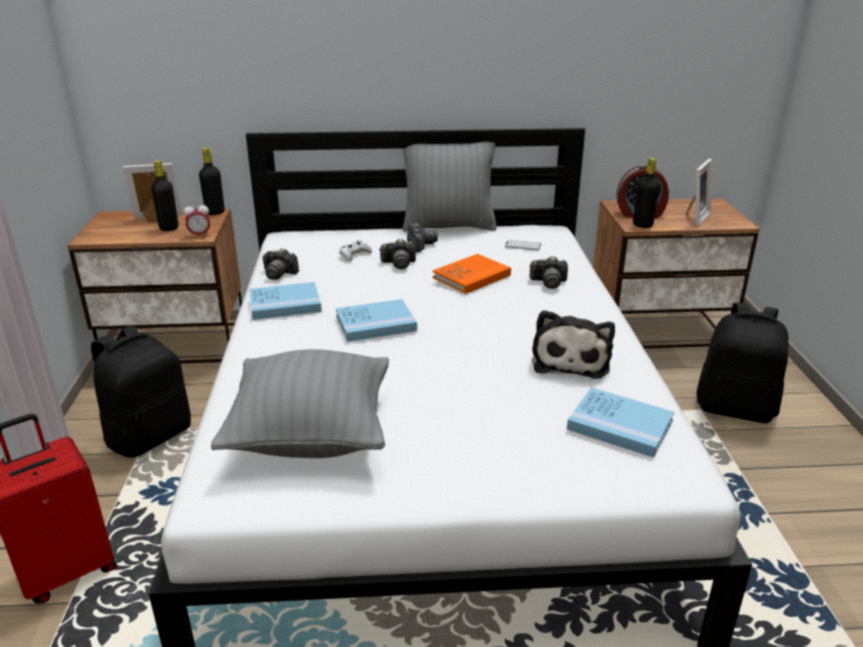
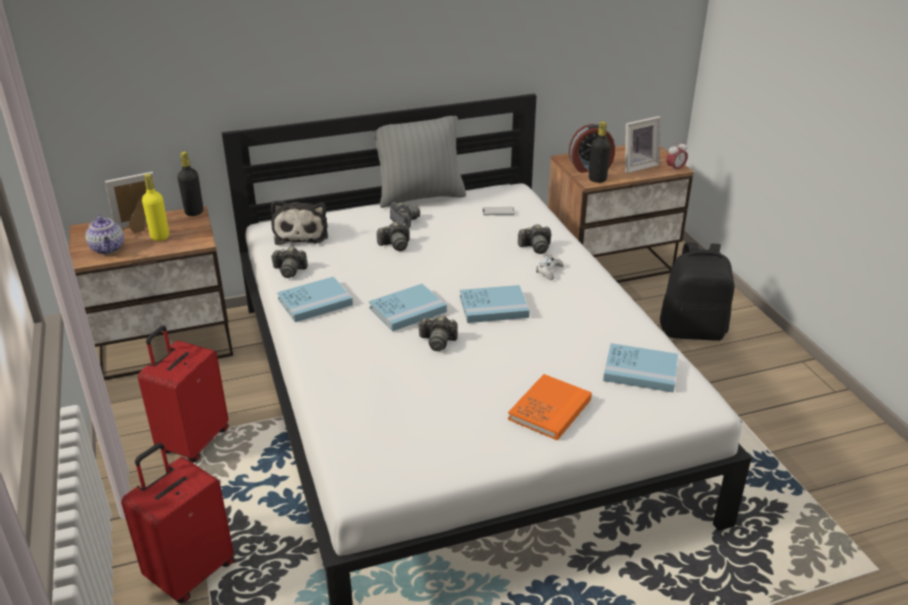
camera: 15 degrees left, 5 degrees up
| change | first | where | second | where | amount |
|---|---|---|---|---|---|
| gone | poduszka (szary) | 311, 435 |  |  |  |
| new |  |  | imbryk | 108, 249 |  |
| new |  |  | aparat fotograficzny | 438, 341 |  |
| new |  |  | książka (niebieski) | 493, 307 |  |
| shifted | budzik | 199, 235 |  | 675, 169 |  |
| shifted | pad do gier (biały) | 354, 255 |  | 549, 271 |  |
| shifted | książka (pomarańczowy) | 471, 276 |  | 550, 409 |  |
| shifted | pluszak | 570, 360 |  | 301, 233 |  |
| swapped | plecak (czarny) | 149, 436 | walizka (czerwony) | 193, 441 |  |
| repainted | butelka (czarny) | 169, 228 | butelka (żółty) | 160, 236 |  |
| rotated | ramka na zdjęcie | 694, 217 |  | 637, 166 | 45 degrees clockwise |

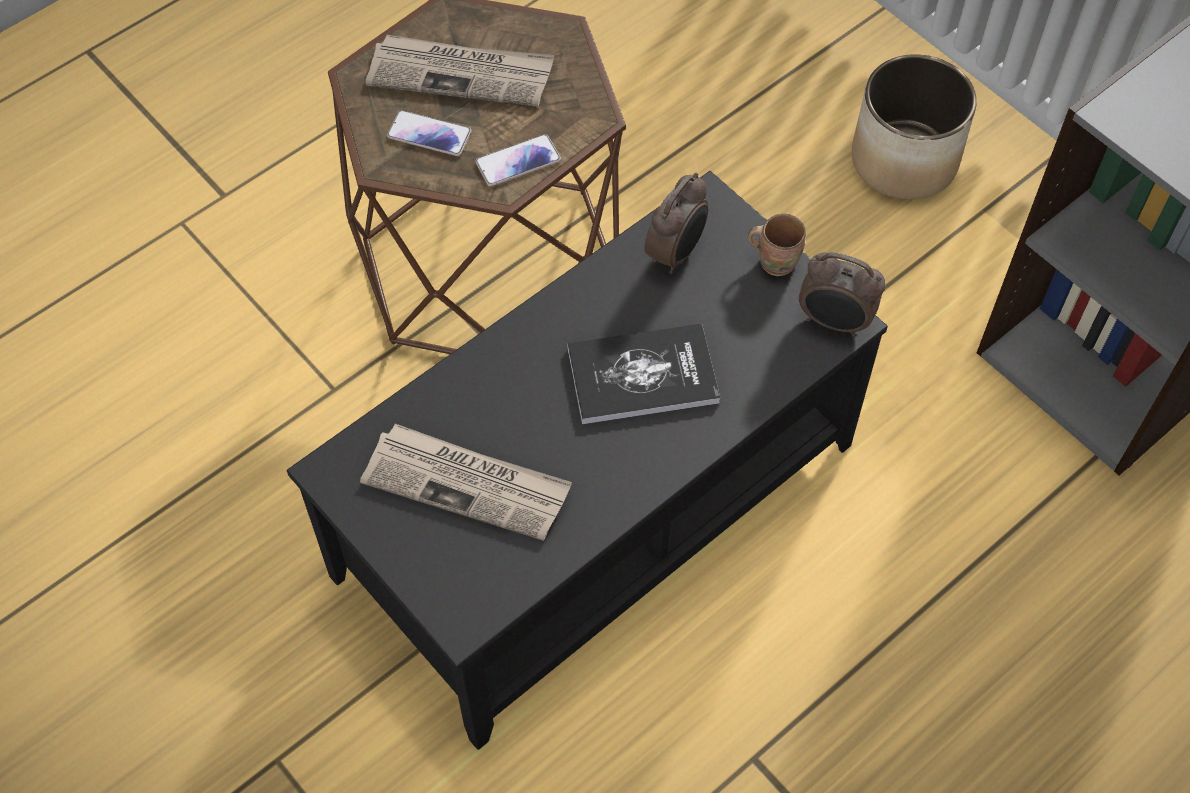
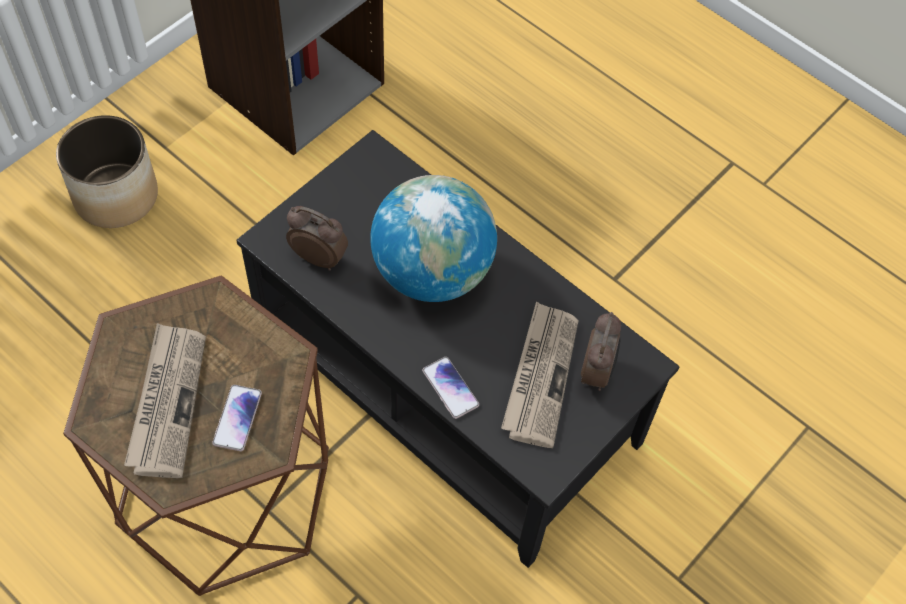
camera: 100 degrees left, 0 degrees up
| change | first | where | second | where | amount |
|---|---|---|---|---|---|
| gone | kubek (brązowy) | 776, 259 |  |  |  |
| shifted | telefon | 518, 161 |  | 450, 388 |  |
| shifted | budzik | 834, 322 |  | 596, 371 |  |
| swapped | książka | 642, 375 | globus | 432, 272 |  |

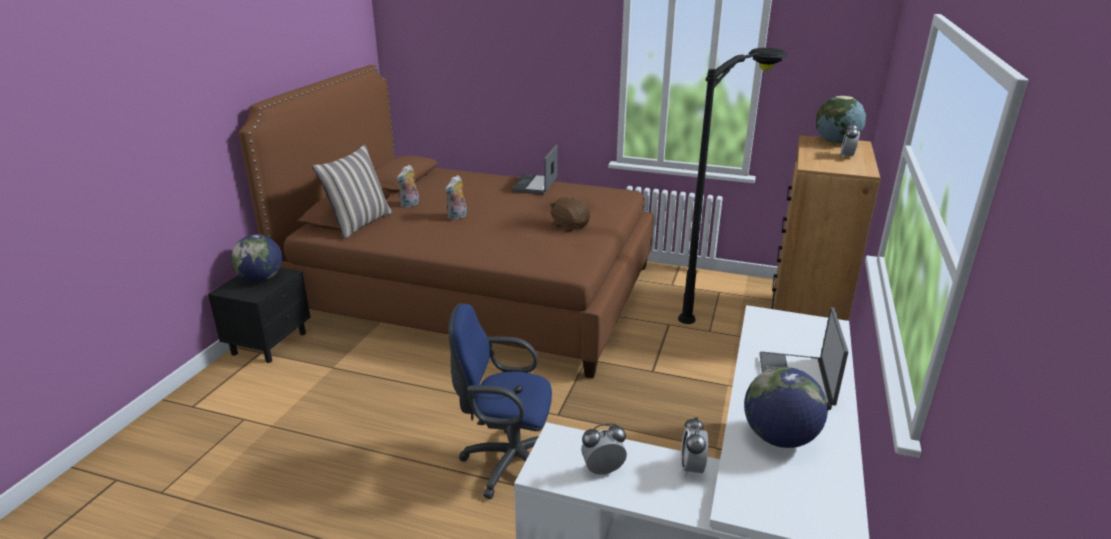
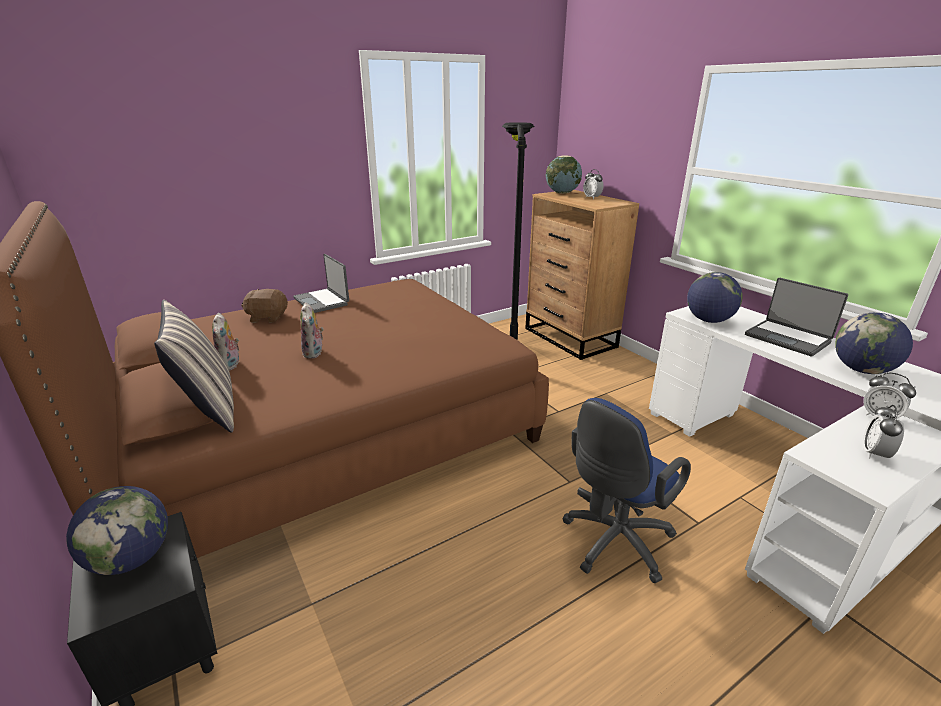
camera: 50 degrees left, 0 degrees up
| change | first | where | second | where | amount |
|---|---|---|---|---|---|
| new |  |  | globus | 709, 320 |  |
| shifted | pluszak (brązowy) | 569, 226 |  | 268, 318 |  |

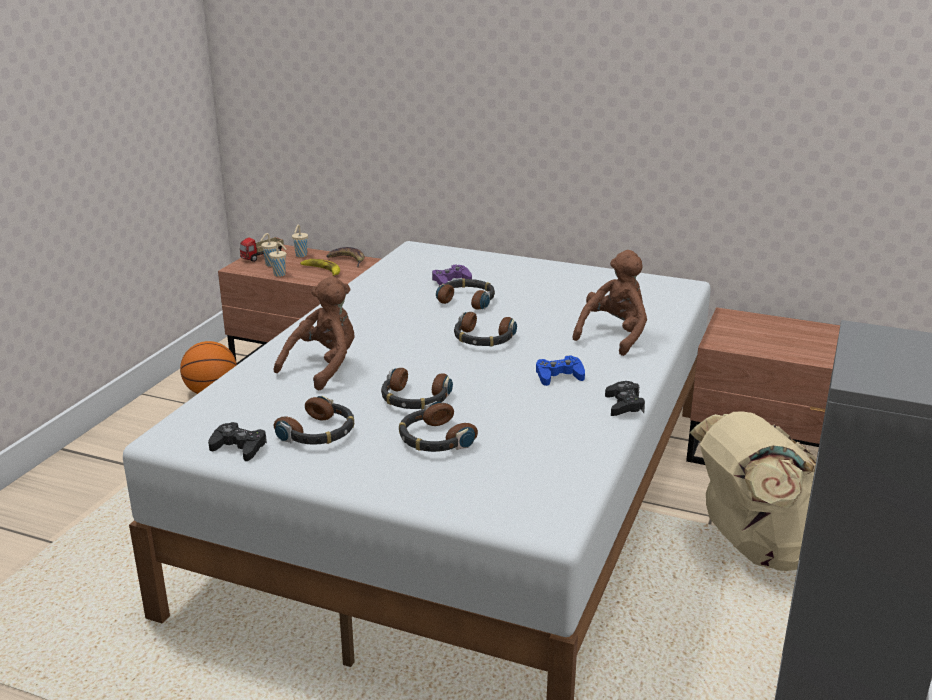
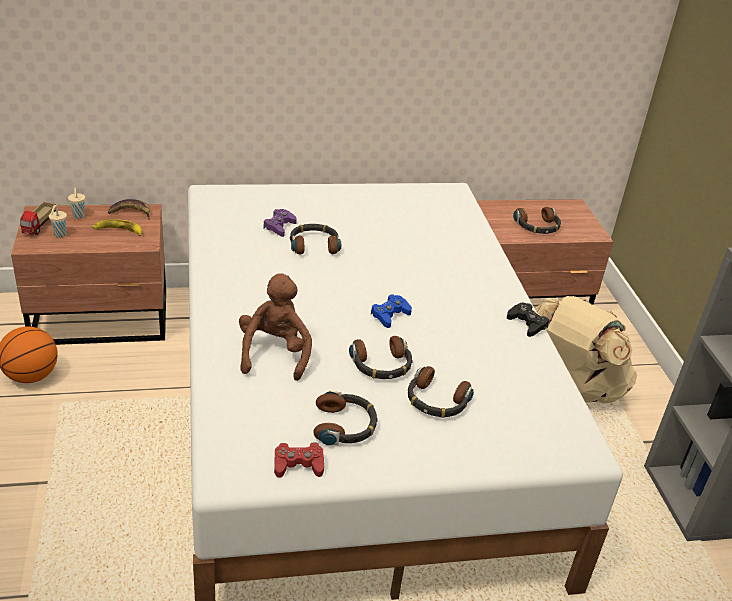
camera: 35 degrees left, 10 degrees up
| change | first | where | second | where | amount |
|---|---|---|---|---|---|
| gone | filiżanka (beżowy) | 280, 274 |  |  |  |
| gone | pluszak (brązowy) | 614, 335 |  |  |  |
| shifted | słuchawki | 483, 339 |  | 537, 226 |  |
| shifted | pad do gier (niebieski) | 559, 376 |  | 390, 315 |  |
| repainted | pad do gier (czarny) | 239, 447 | pad do gier (czerwony) | 298, 465 |  |

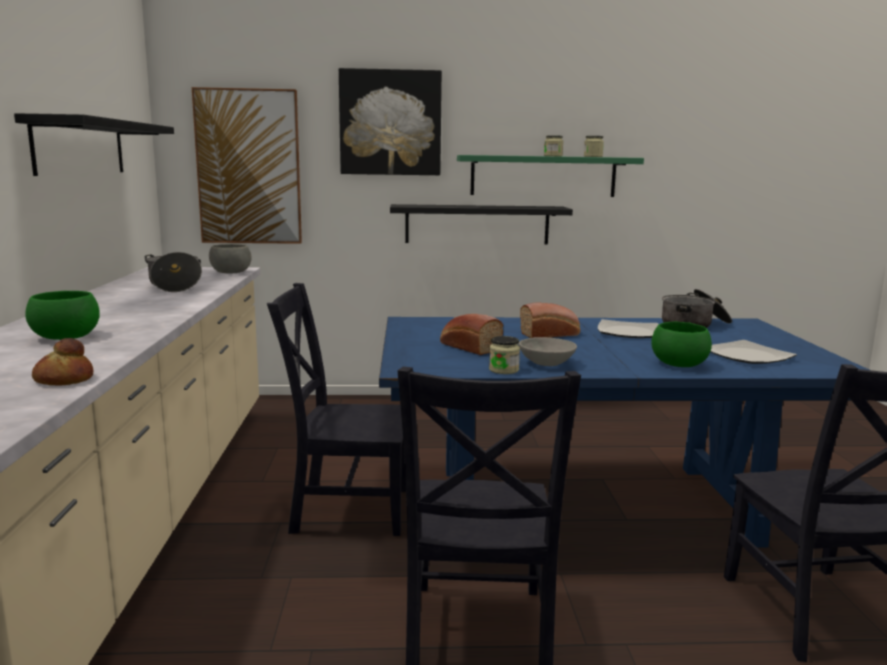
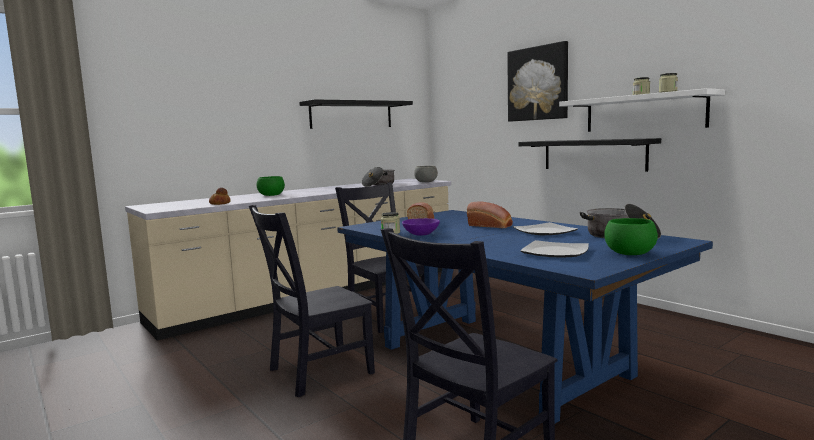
camera: 55 degrees right, 5 degrees down
| change | first | where | second | where | amount |
|---|---|---|---|---|---|
| gone | obraz | 249, 167 |  |  |  |
| shifted | miska (zielony) | 679, 364 |  | 630, 253 |  |
| repainted | półka (zielony) | 543, 176 | półka (biały) | 643, 113 |  |
| repainted | miska (szary) | 546, 363 | miska (fioletowy) | 421, 234 |  |

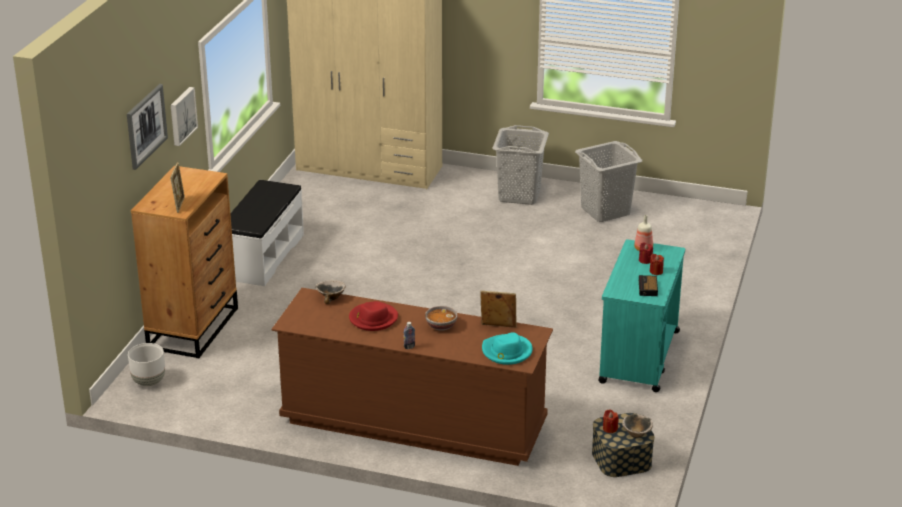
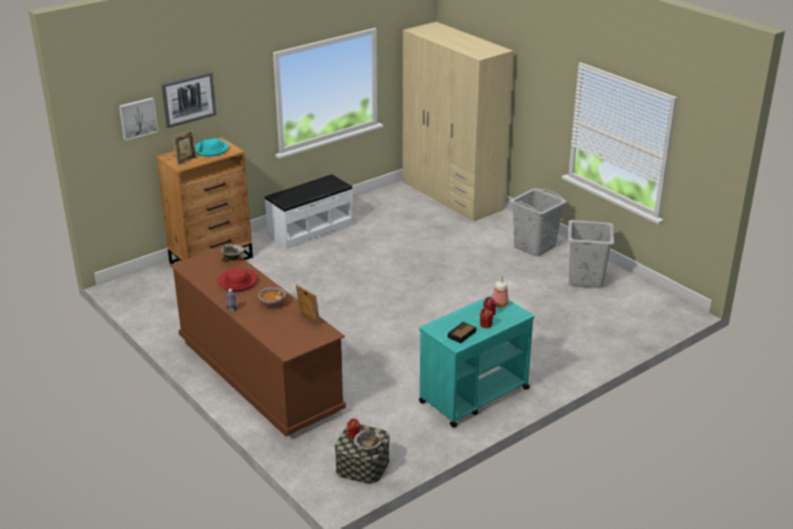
camera: 35 degrees right, 0 degrees up
| change | first | where | second | where | amount |
|---|---|---|---|---|---|
| gone | donica (biały) | 148, 382 |  |  |  |
| shifted | obraz | 182, 116 |  | 137, 118 |  |
| shifted | kapelusz (turkusowy) | 506, 352 |  | 210, 150 |  |

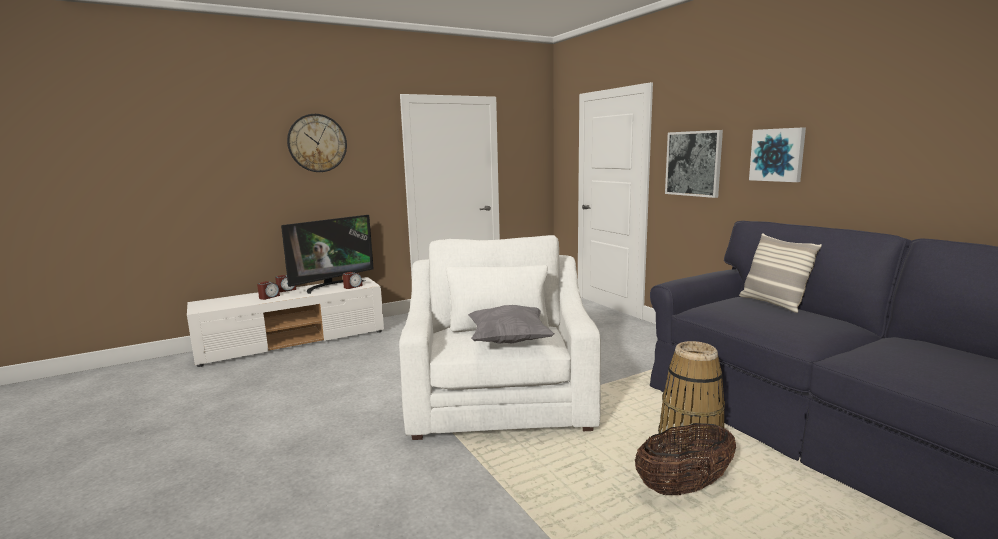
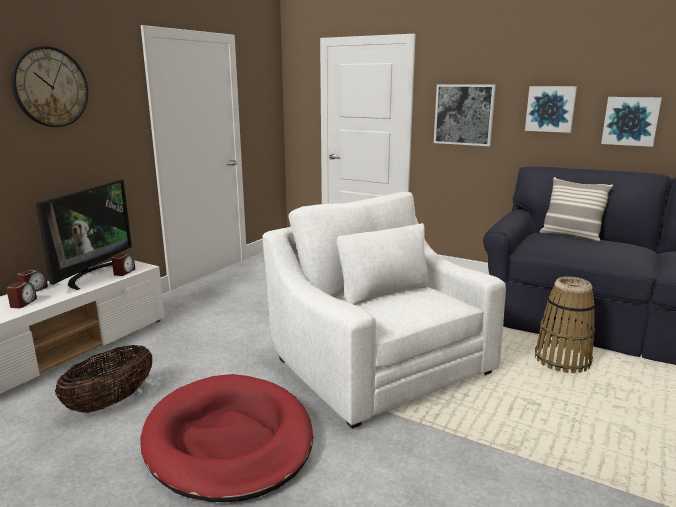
camera: 30 degrees left, 5 degrees up
| change | first | where | second | where | amount |
|---|---|---|---|---|---|
| gone | poduszka (szary) | 509, 341 |  |  |  |
| new |  |  | legowisko (czerwony) | 229, 441 |  |
| new |  |  | obraz | 630, 121 |  |
| shifted | koszyk | 684, 487 |  | 111, 402 |  |

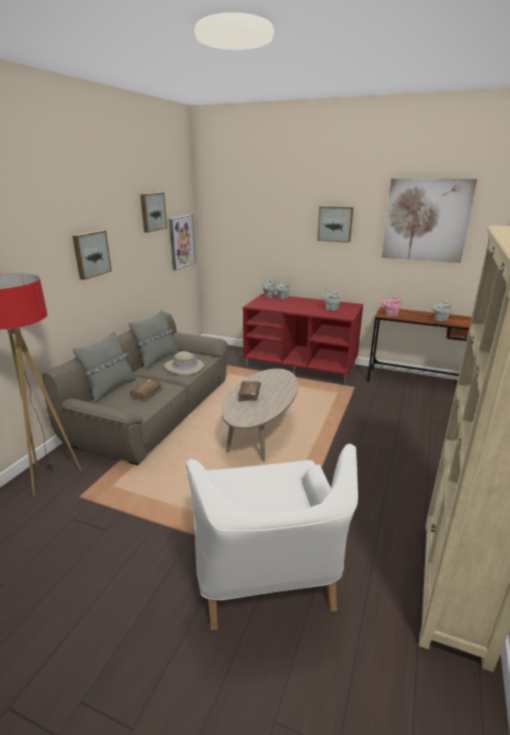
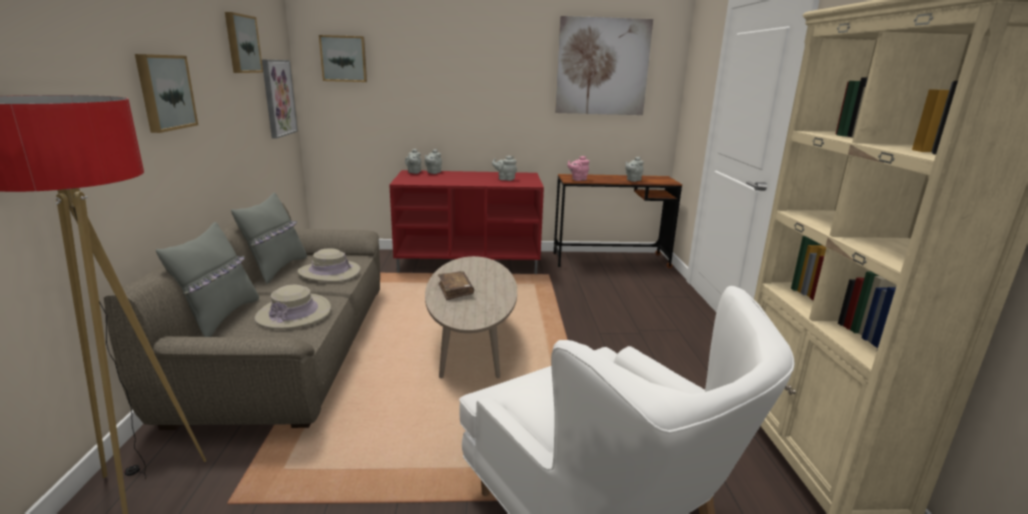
camera: 25 degrees left, 5 degrees down
| change | first | where | second | where | amount |
|---|---|---|---|---|---|
| shifted | obraz | 335, 224 |  | 344, 59 |  |
| swapped | książka (brązowy) | 147, 393 | kapelusz (beżowy) | 293, 313 |  |

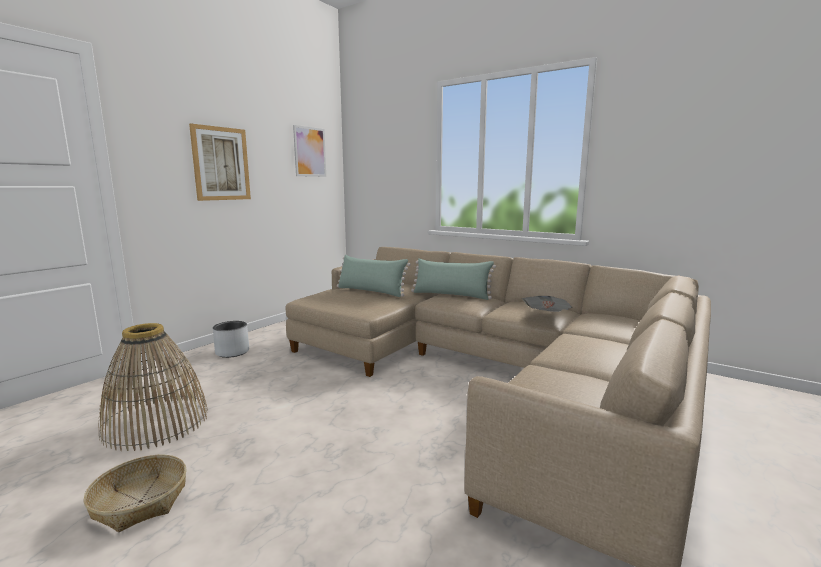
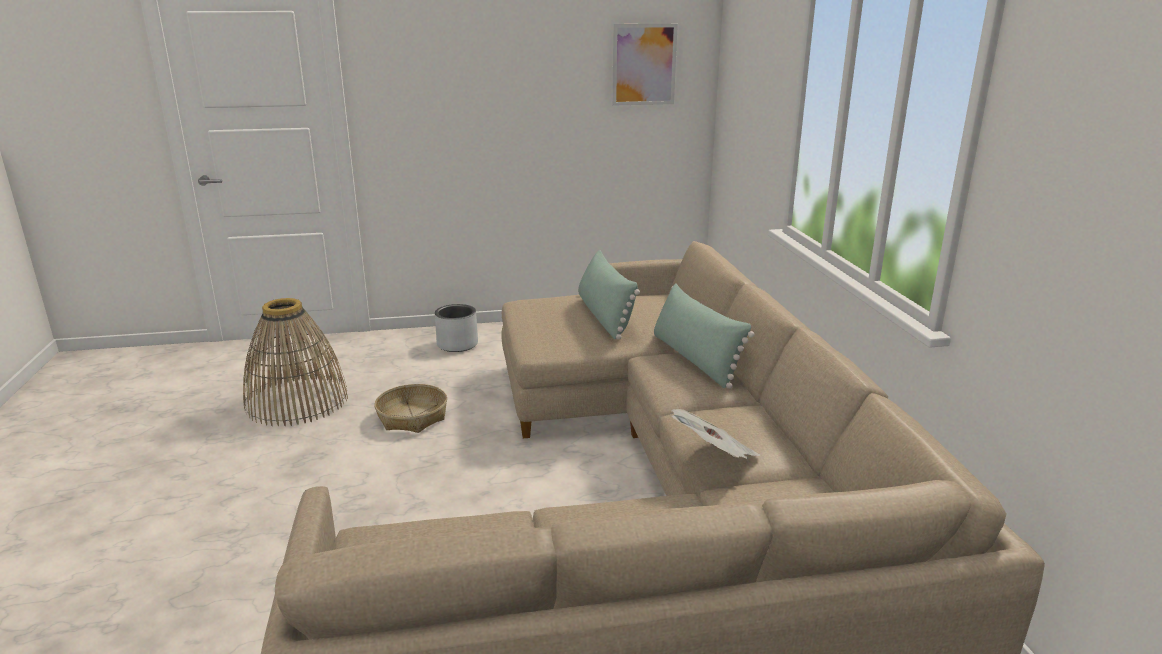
camera: 45 degrees right, 10 degrees up
| change | first | where | second | where | amount |
|---|---|---|---|---|---|
| gone | obraz | 221, 164 |  |  |  |
| shifted | koszyk | 140, 501 |  | 412, 417 |  |

